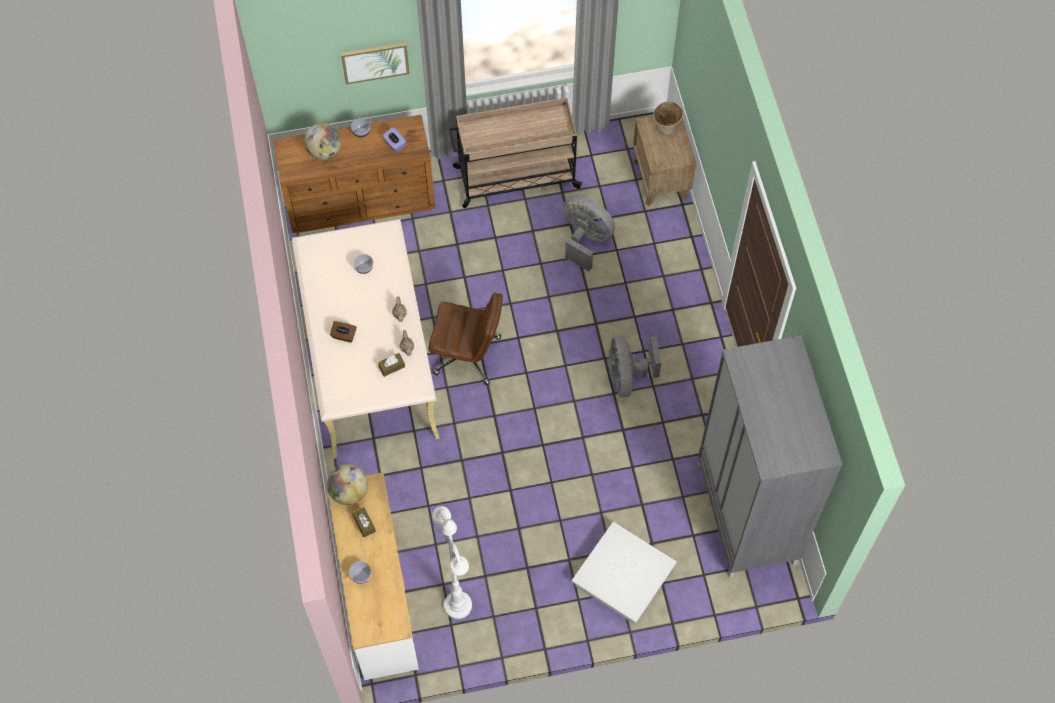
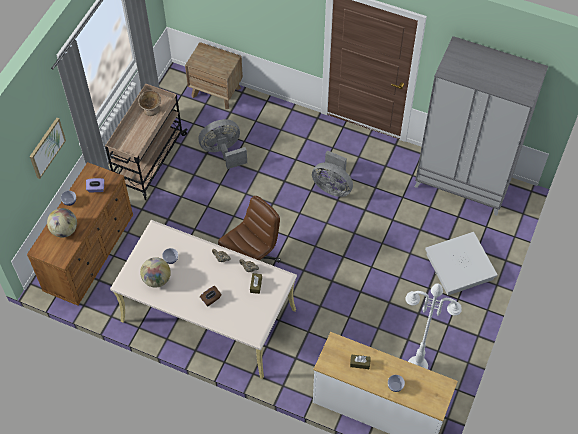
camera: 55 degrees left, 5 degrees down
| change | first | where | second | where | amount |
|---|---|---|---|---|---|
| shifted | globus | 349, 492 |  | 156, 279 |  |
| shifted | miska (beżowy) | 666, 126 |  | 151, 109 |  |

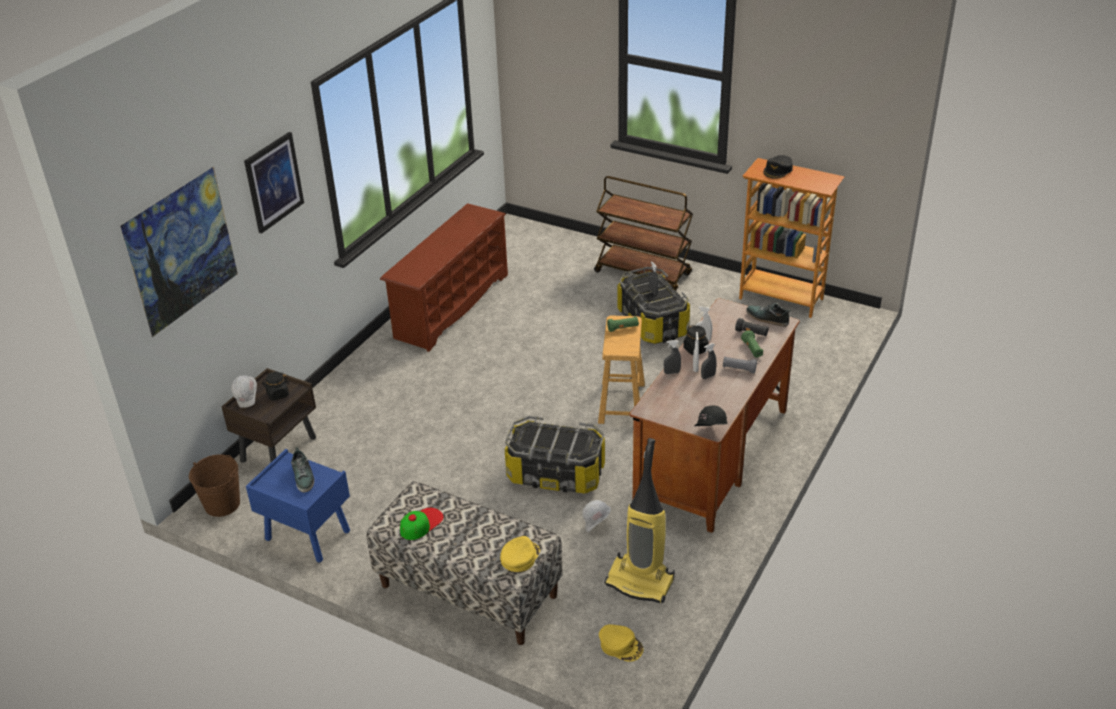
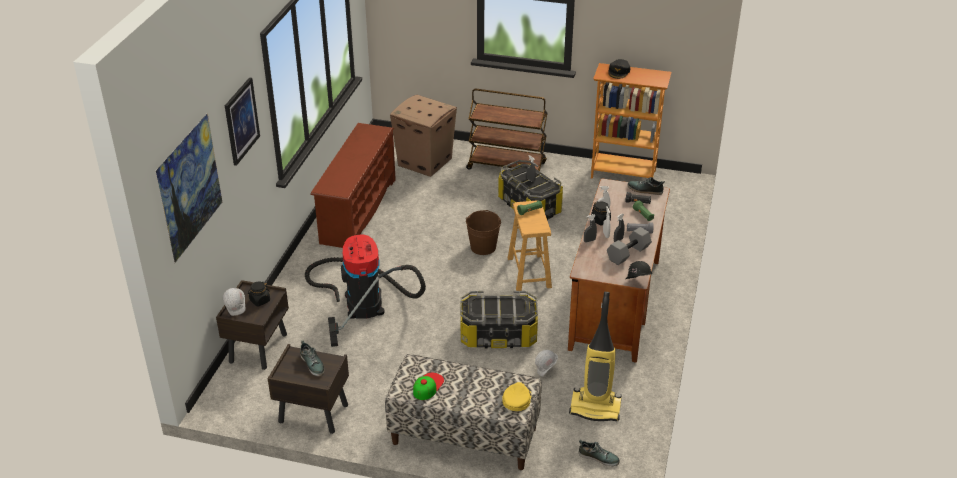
camera: 15 degrees left, 0 degrees up
| change | first | where | second | where | amount |
|---|---|---|---|---|---|
| new |  |  | odkurzacz | 362, 301 |  |
| new |  |  | karton | 425, 162 |  |
| new |  |  | hantel (szary) | 628, 254 |  |
| shifted | wiadro (brązowy) | 222, 504 |  | 483, 247 |  |
| swapped | czapka z daszkiem (żółty) | 621, 645 | but | 598, 457 |  |
| repainted | szafka nocna (niebieski) | 306, 535 | szafka nocna (brązowy) | 312, 414 |  |

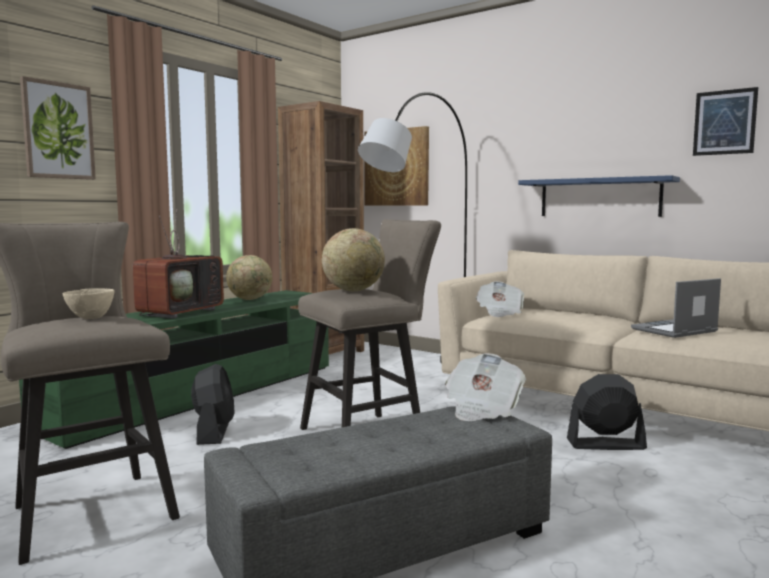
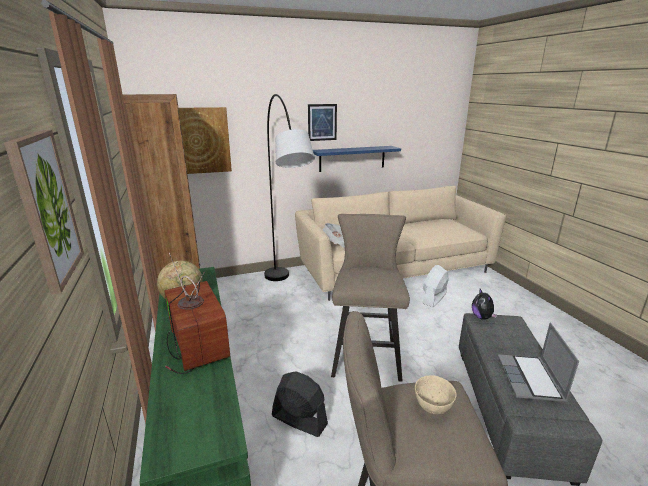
camera: 55 degrees left, 15 degrees up
| change | first | where | second | where | amount |
|---|---|---|---|---|---|
| gone | globus | 353, 290 |  |  |  |
| shifted | laptop | 674, 331 |  | 531, 379 |  |
| shifted | obraz | 724, 122 |  | 322, 122 |  |
| swapped | gazeta | 482, 409 | pluszak | 482, 317 |  |
| repainted | wentylator (czarny) | 605, 444 | wentylator (biały) | 434, 298 |  |

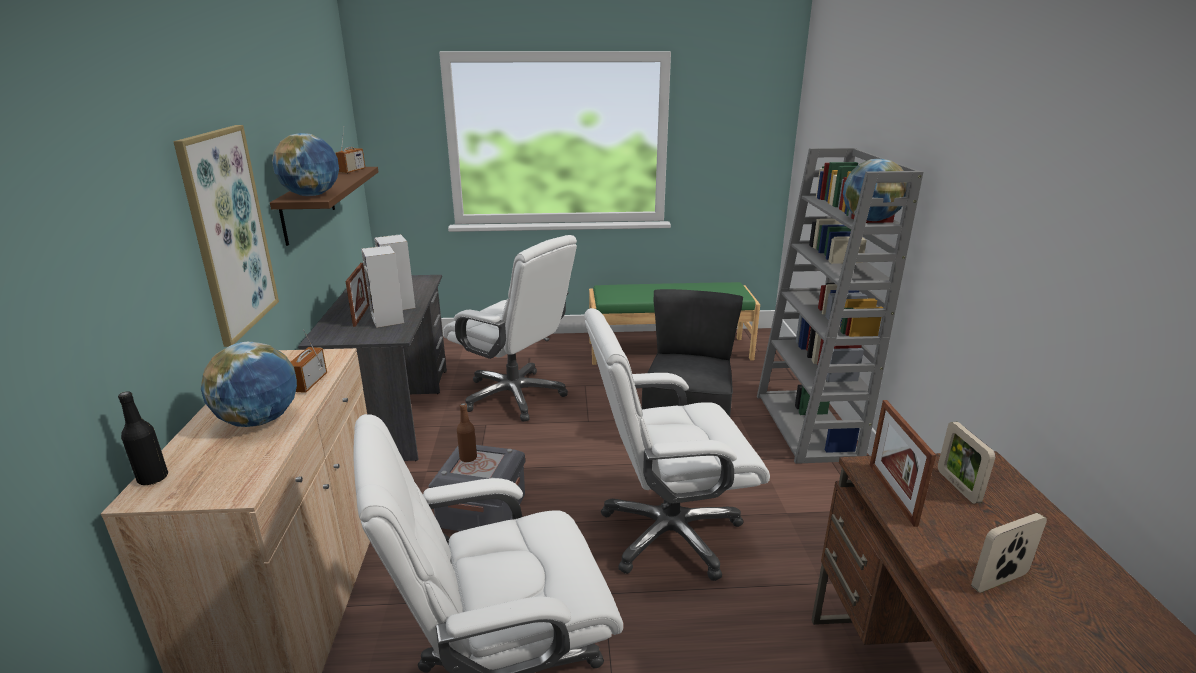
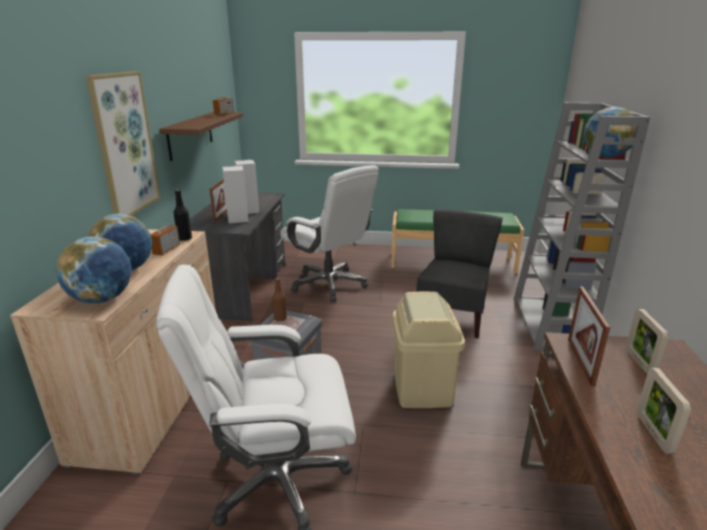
camera: 10 degrees right, 0 degrees up
| change | first | where | second | where | amount |
|---|---|---|---|---|---|
| shifted | butelka (czarny) | 153, 478 |  | 185, 239 |  |
| shifted | globus | 312, 195 |  | 102, 299 |  |
| swapped | krzesło biurowe (biały) | 668, 533 | kosz na śmieci (beżowy) | 421, 389 |  |
| rotated | ramka na zdjęcie | 999, 581 |  | 653, 433 | 75 degrees counterclockwise |

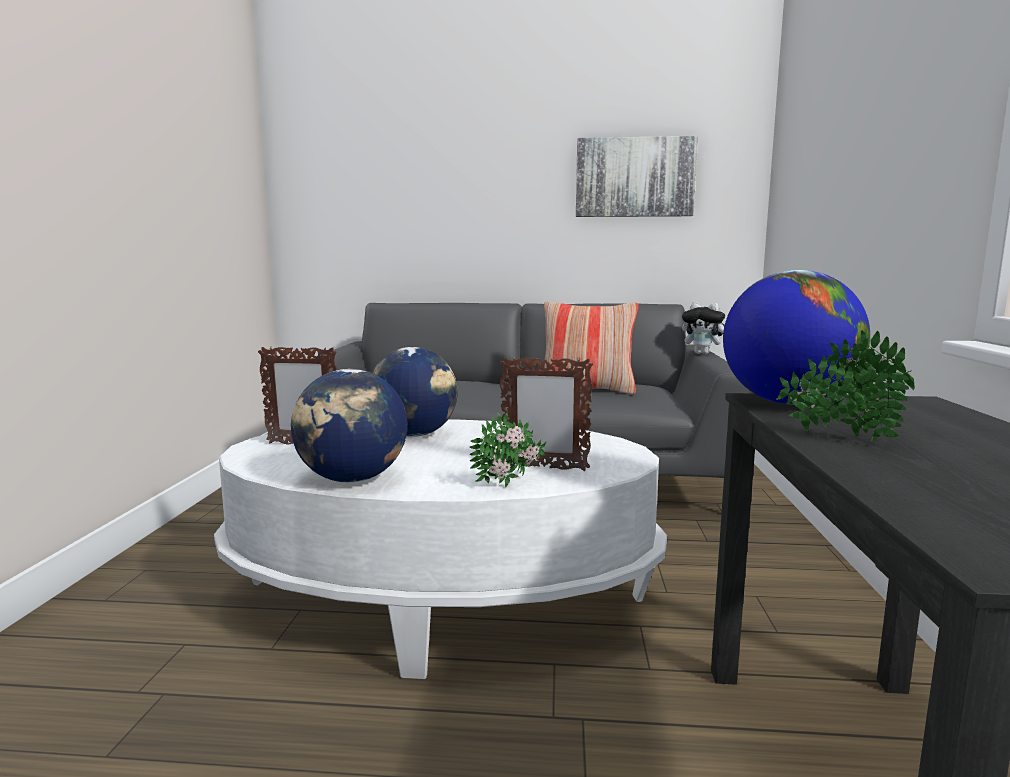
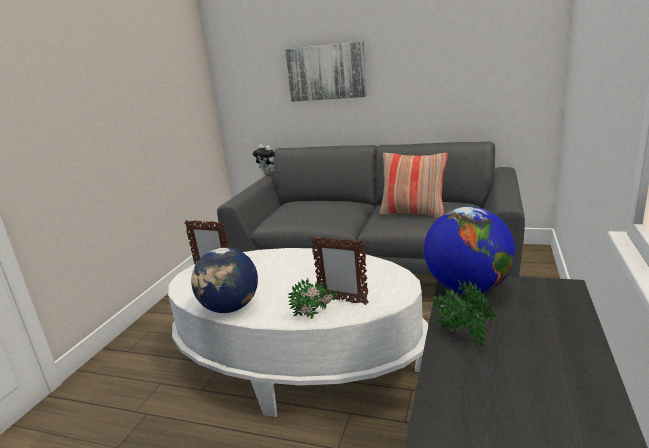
camera: 15 degrees right, 10 degrees up
| change | first | where | second | where | amount |
|---|---|---|---|---|---|
| gone | globus | 414, 435 |  |  |  |
| shifted | obraz | 634, 177 |  | 326, 72 |  |
| shifted | pluszak | 703, 353 |  | 269, 173 |  |

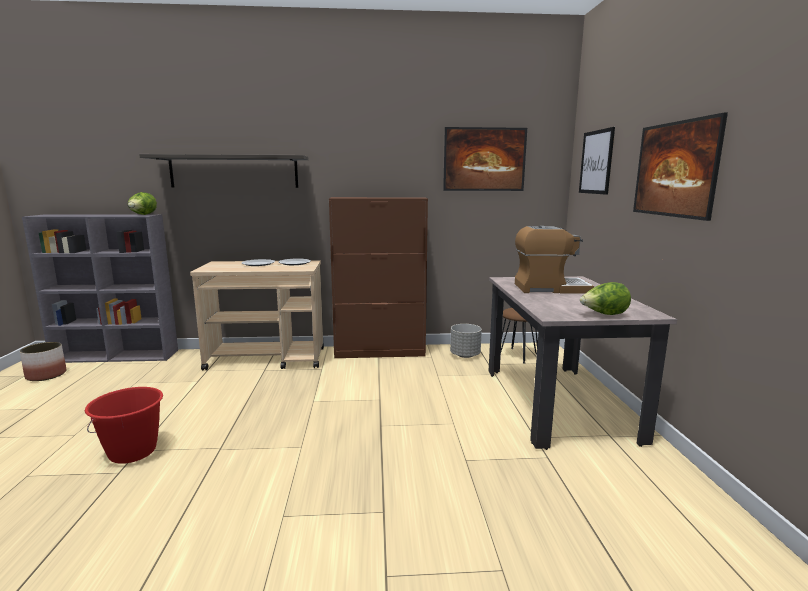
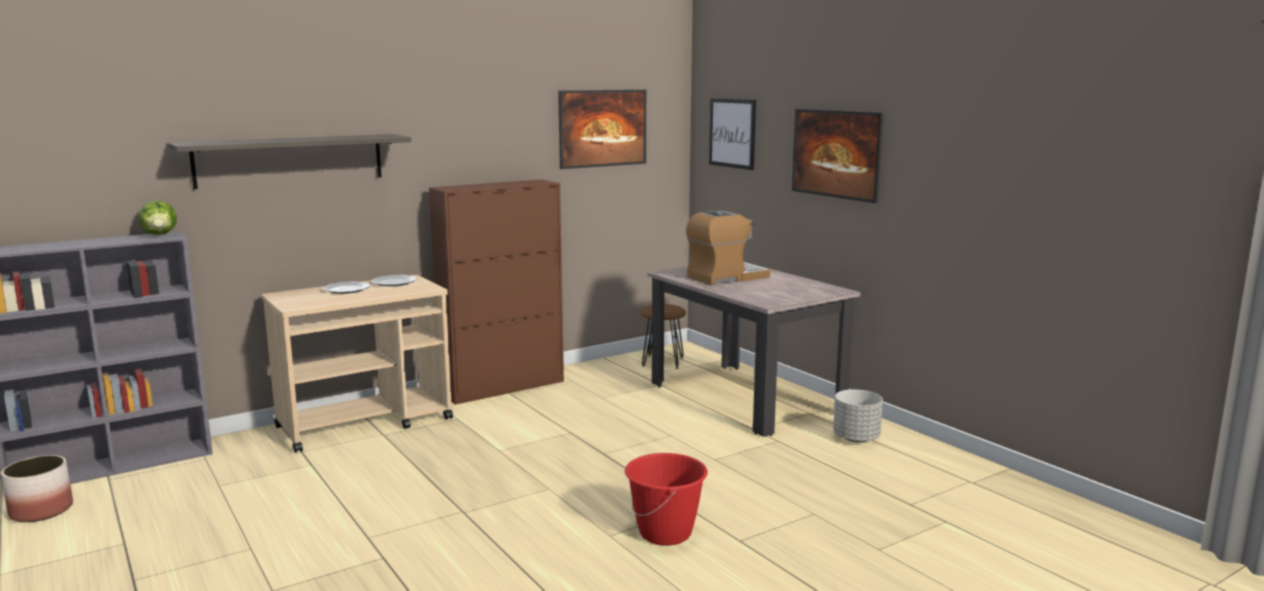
camera: 30 degrees left, 0 degrees up
| change | first | where | second | where | amount |
|---|---|---|---|---|---|
| gone | sałata | 604, 315 |  |  |  |
| shifted | wiadro (czerwony) | 133, 452 |  | 665, 533 |  |
| shifted | donica (szary) | 465, 355 |  | 856, 438 |  |

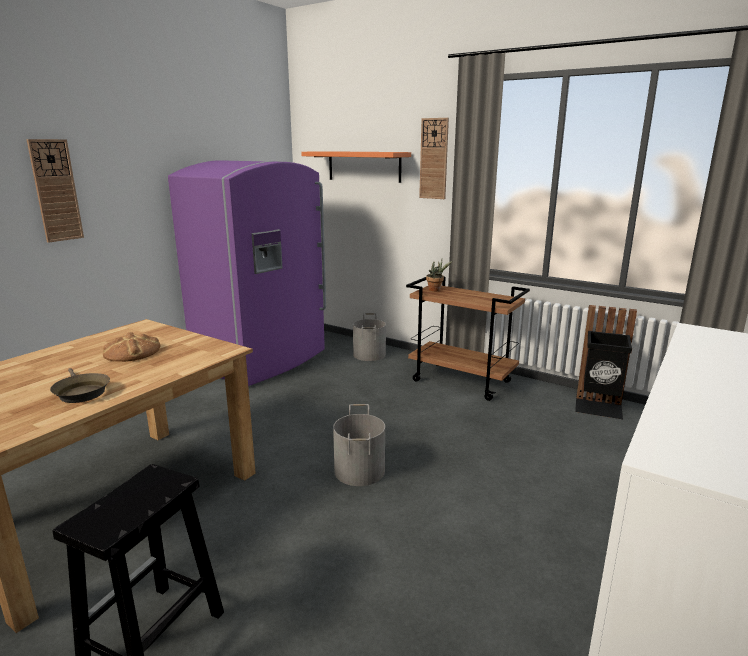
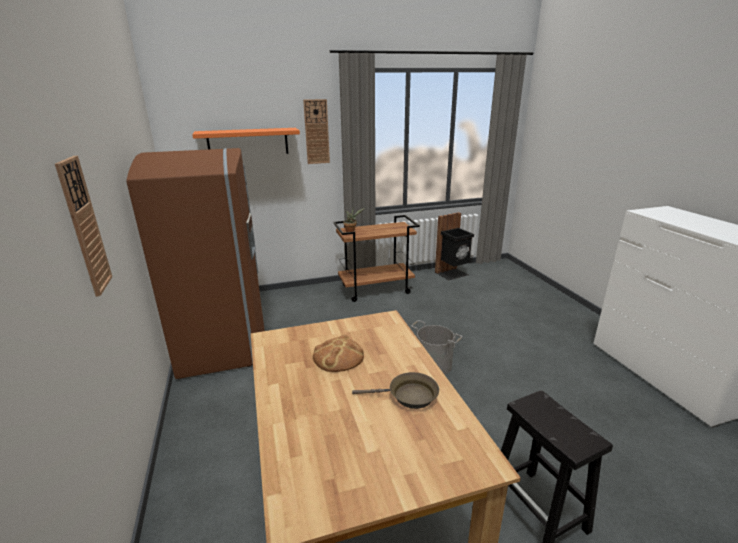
camera: 50 degrees left, 5 degrees up
| change | first | where | second | where | amount |
|---|---|---|---|---|---|
| gone | wiadro (szary) | 370, 354 |  |  |  |
| repainted | lodówka (fioletowy) | 263, 361 | lodówka (brązowy) | 224, 341 |  |

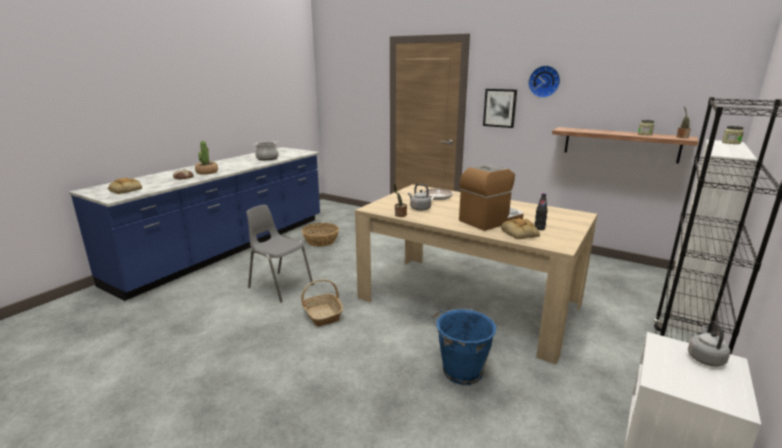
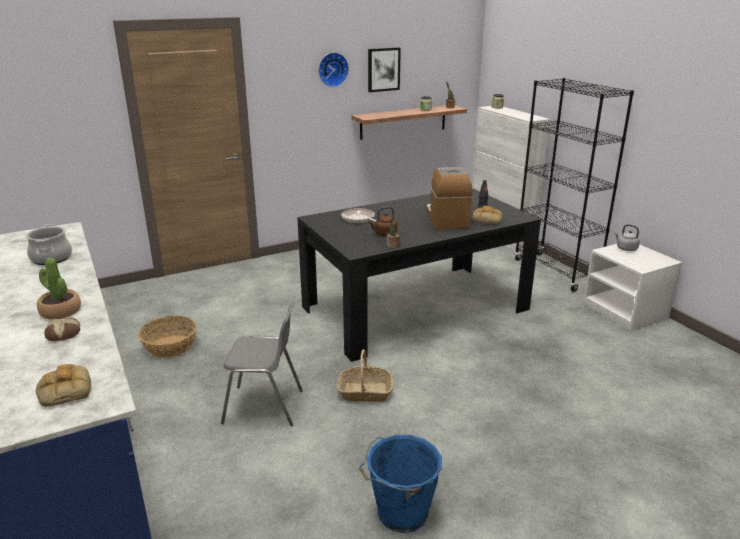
camera: 60 degrees left, 5 degrees up
| change | first | where | second | where | amount |
|---|---|---|---|---|---|
| shifted | wiadro (niebieski) | 461, 370 |  | 400, 513 |  |
| shifted | obraz | 500, 108 |  | 383, 69 |  |
| repainted | stół jadalny (beżowy) | 468, 301 | stół jadalny (czarny) | 415, 308 |  |
| repainted | czajnik (szary) | 419, 208 | czajnik (brązowy) | 384, 234 |  |
| rotated | krzesło (szary) | 280, 286 |  | 264, 406 | 150 degrees counterclockwise |

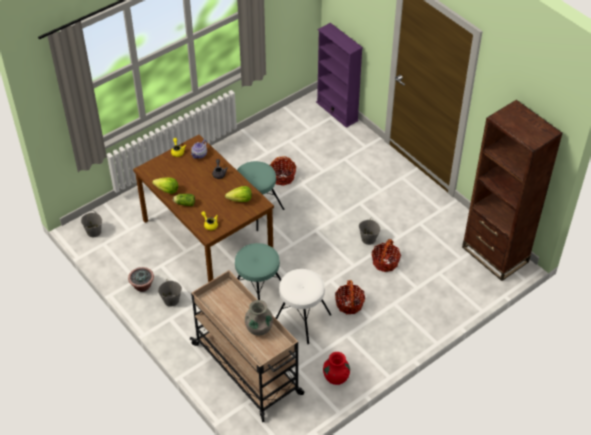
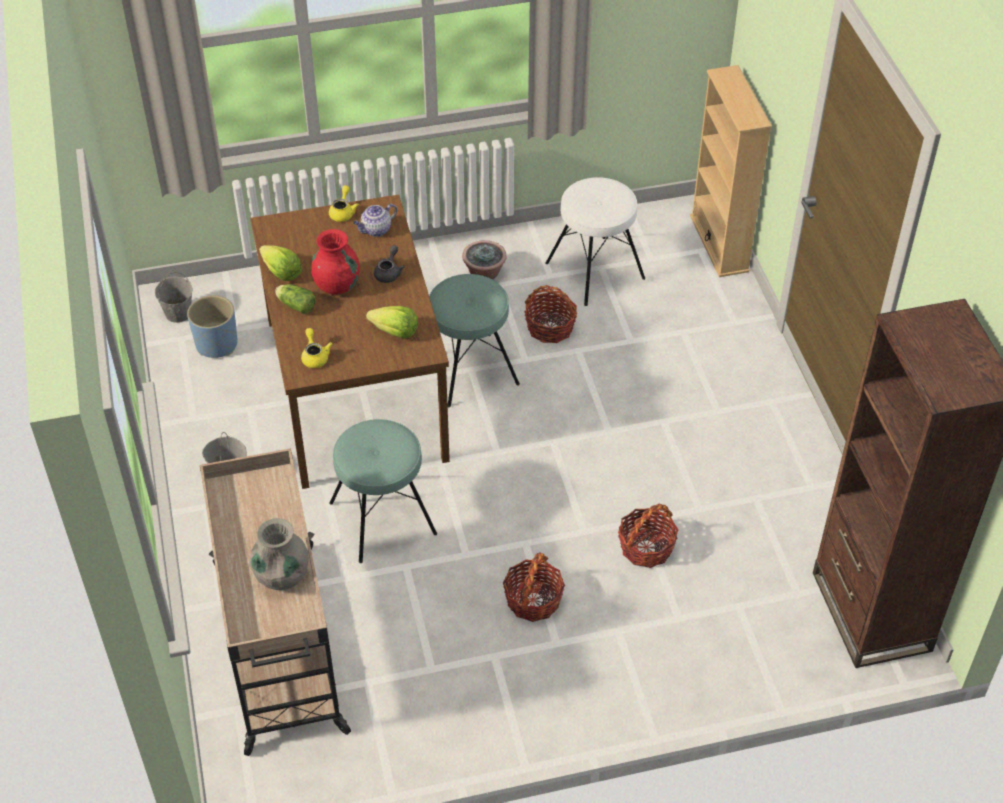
camera: 25 degrees right, 0 degrees up
| change | first | where | second | where | amount |
|---|---|---|---|---|---|
| gone | wiadro (szary) | 368, 239 |  |  |  |
| new |  |  | donica (niebieski) | 217, 344 |  |
| shifted | roślina doniczkowa | 142, 286 |  | 484, 274 |  |
| shifted | stołek (biały) | 301, 319 |  | 595, 271 |  |
| shifted | wazon (czerwony) | 336, 377 |  | 337, 284 |  |
| repainted | regał (fioletowy) | 337, 111 | regał (beżowy) | 719, 243 |  |

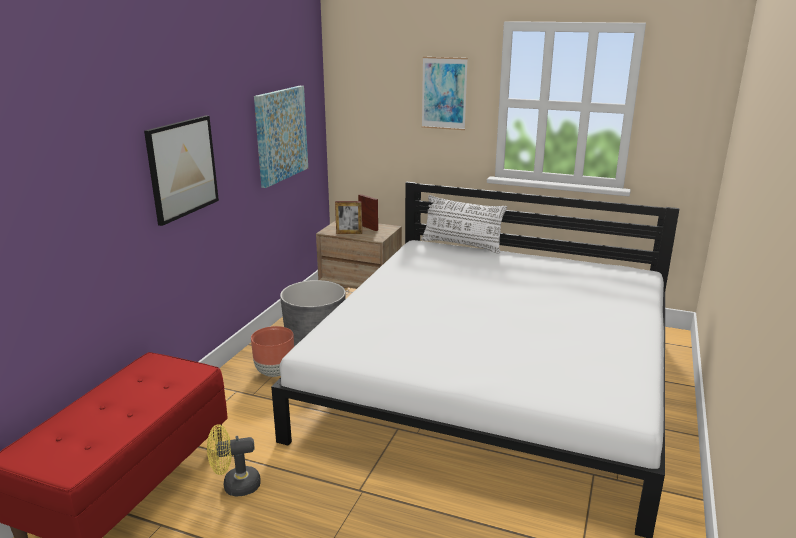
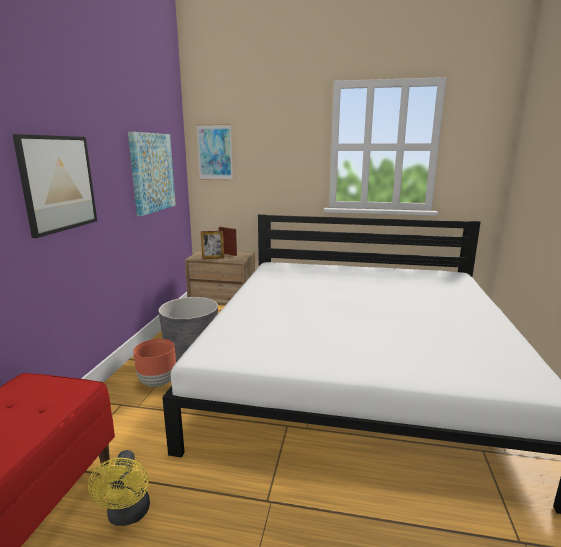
camera: 10 degrees left, 5 degrees down
| change | first | where | second | where | amount |
|---|---|---|---|---|---|
| gone | poduszka (biały) | 462, 245 |  |  |  |
| shifted | obraz | 444, 93 |  | 215, 152 |  |
| rotated | wentylator (żółty) | 235, 486 |  | 128, 515 | 75 degrees counterclockwise |

